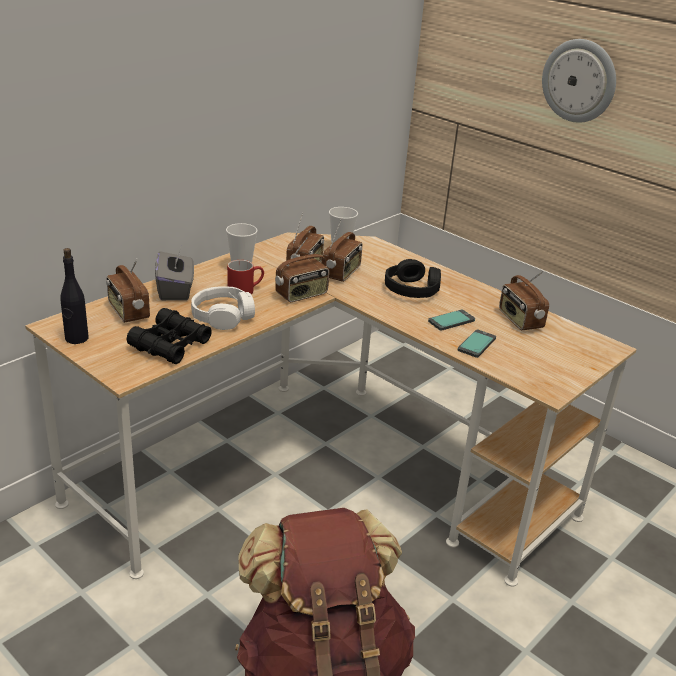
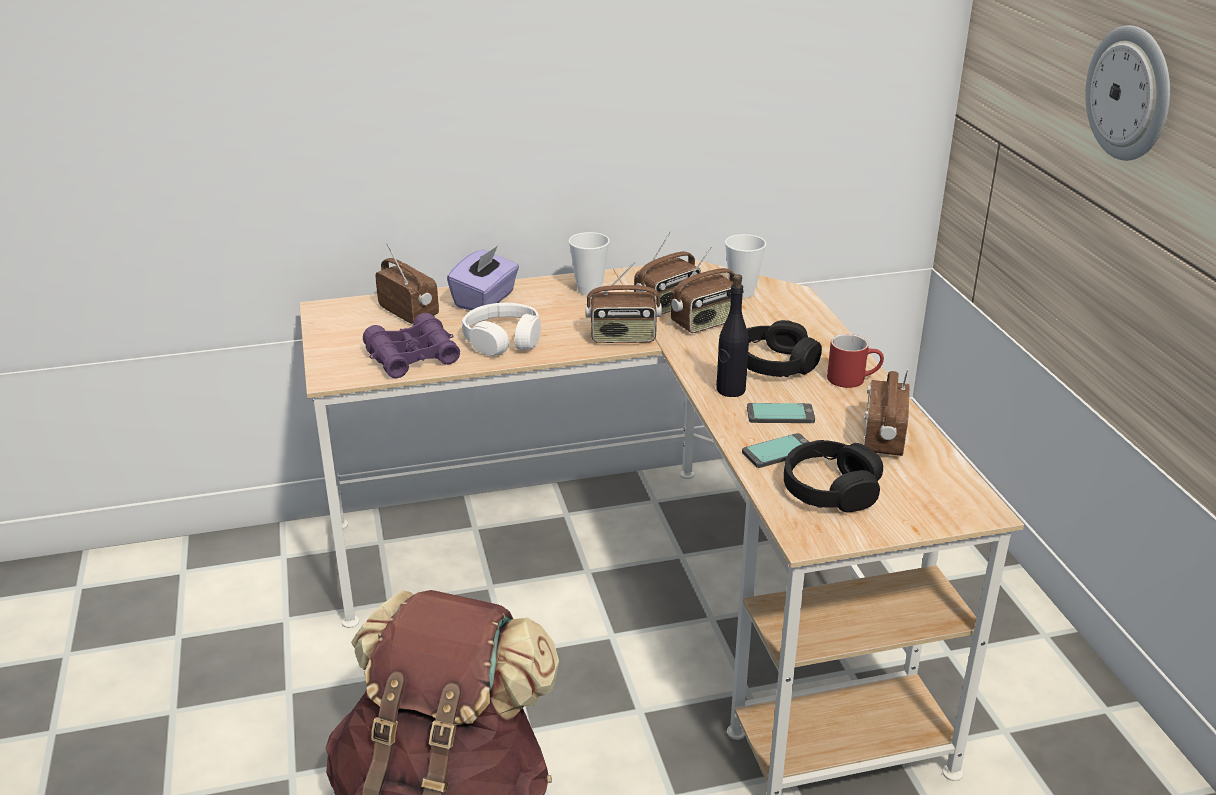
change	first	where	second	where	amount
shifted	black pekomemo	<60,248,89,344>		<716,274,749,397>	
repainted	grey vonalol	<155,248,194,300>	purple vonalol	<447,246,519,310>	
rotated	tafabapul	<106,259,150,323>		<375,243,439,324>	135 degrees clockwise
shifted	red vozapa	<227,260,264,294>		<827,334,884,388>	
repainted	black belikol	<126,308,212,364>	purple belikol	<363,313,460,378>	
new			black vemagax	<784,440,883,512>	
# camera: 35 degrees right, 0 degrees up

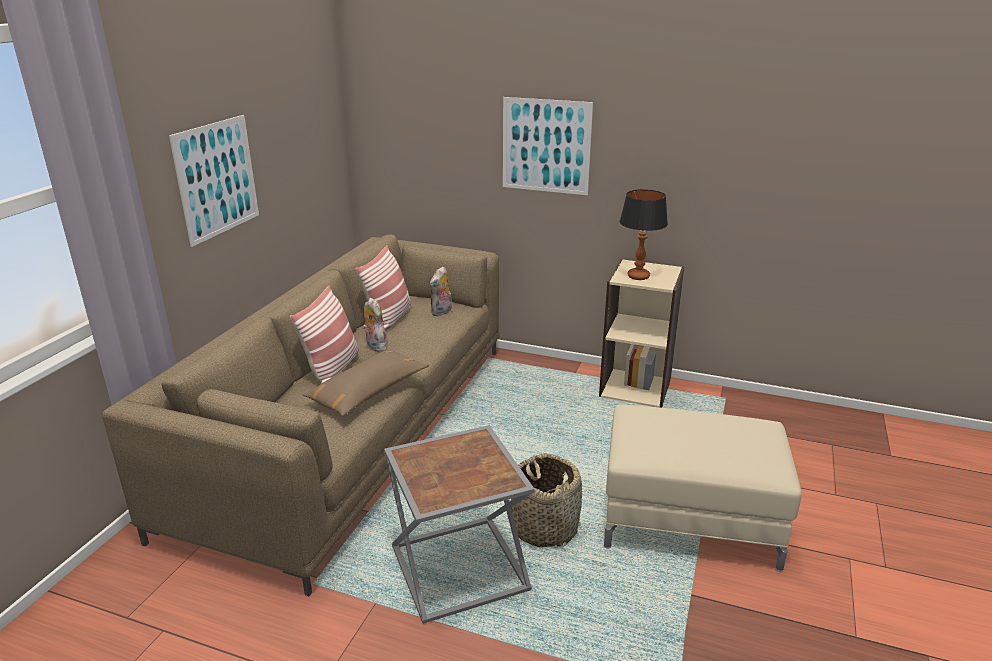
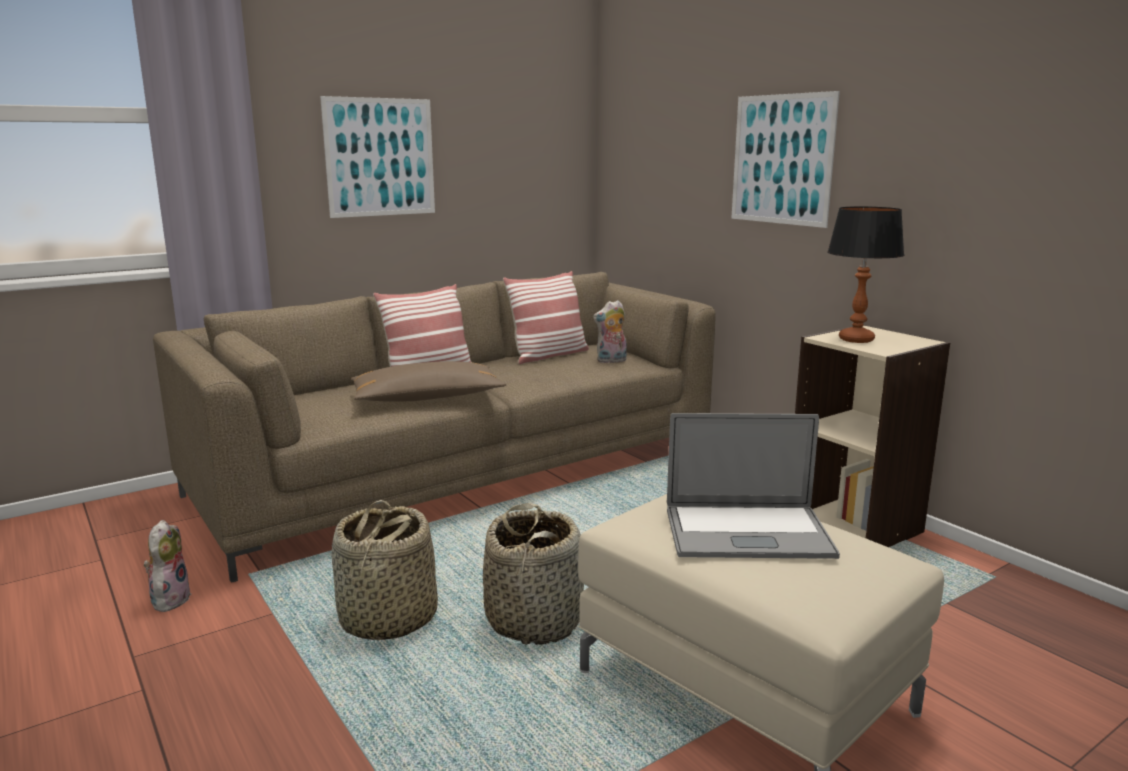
change	first	where	second	where	amount
shifted	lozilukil	<362,298,388,352>		<144,520,192,612>	
swapped	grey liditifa	<384,425,535,624>	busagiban	<332,500,438,640>	
new			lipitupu	<667,413,840,559>	
# camera: 35 degrees right, 10 degrees down

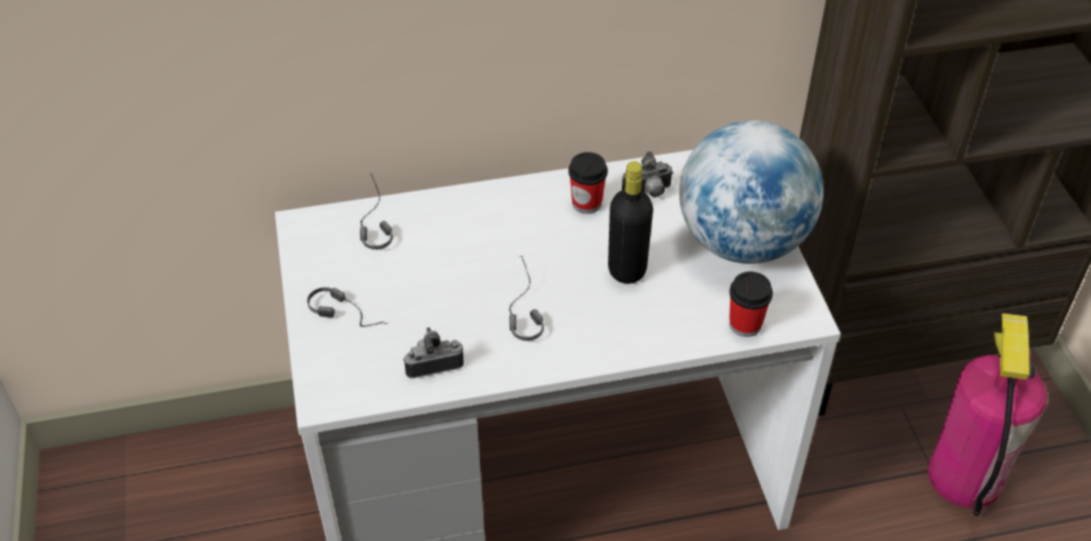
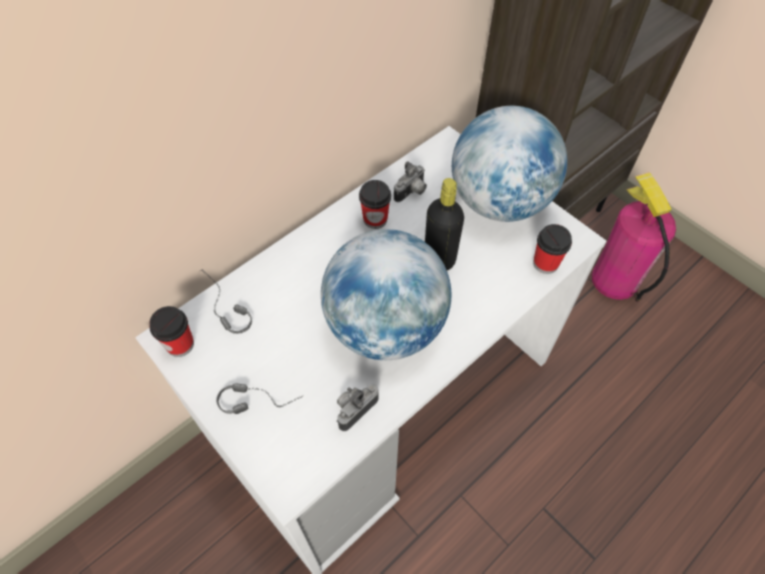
change	first	where	second	where	amount
swapped	vemagax	<509,256,544,341>	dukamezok	<321,229,451,360>	
new			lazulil	<150,306,194,357>	
# camera: 30 degrees left, 10 degrees up

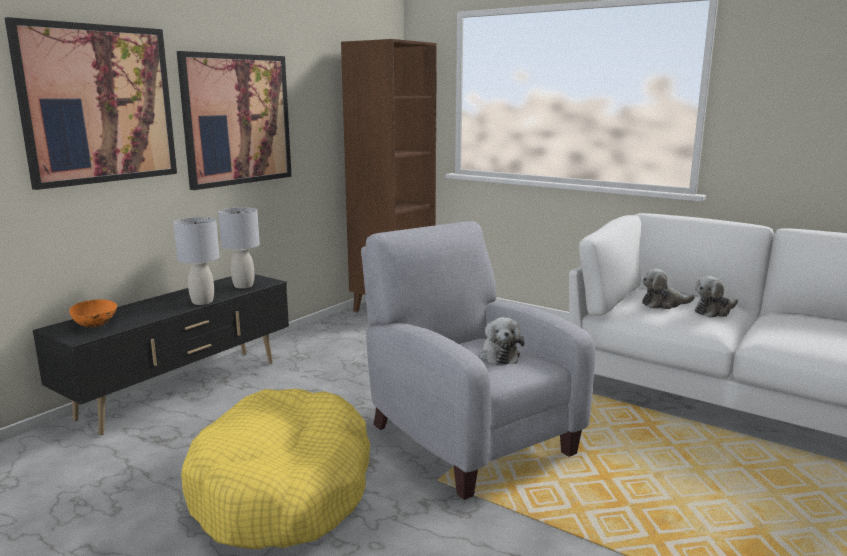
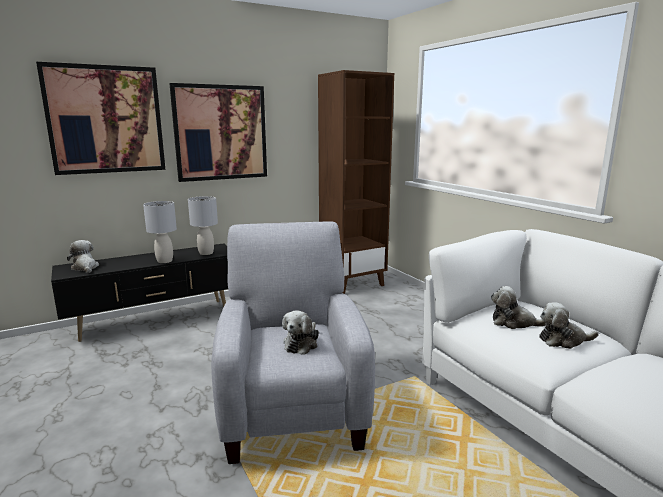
change	first	where	second	where	amount
swapped	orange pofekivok	<69,299,117,327>	lozilukil	<67,240,99,273>	
gone	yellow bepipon	<181,389,370,549>			
# camera: 25 degrees right, 0 degrees up

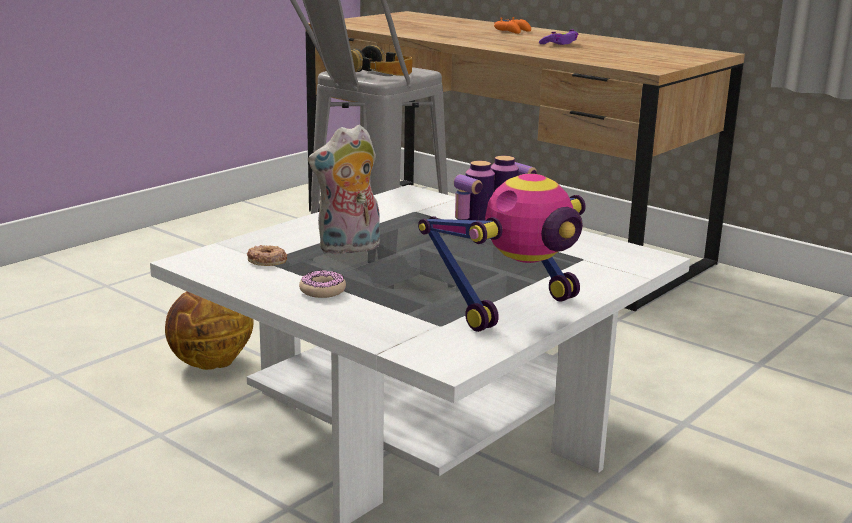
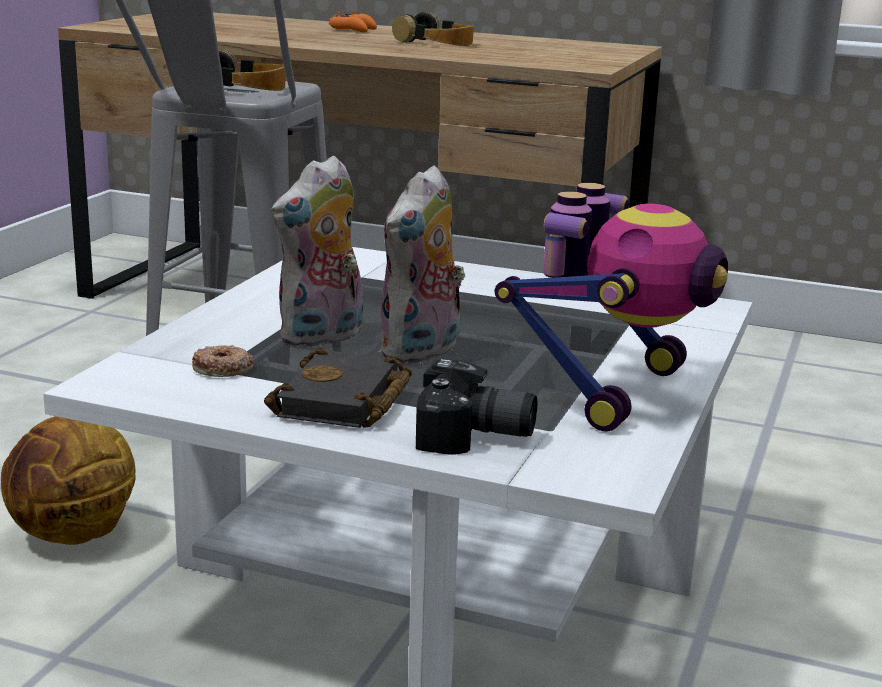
change	first	where	second	where	amount
swapped	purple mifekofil	<539,30,579,45>	vemagax	<392,12,474,46>	
swapped	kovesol	<299,270,346,298>	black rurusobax	<264,347,412,428>	
new			lozilukil	<379,165,465,364>	
new			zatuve	<416,359,537,455>	
# camera: 20 degrees left, 0 degrees up

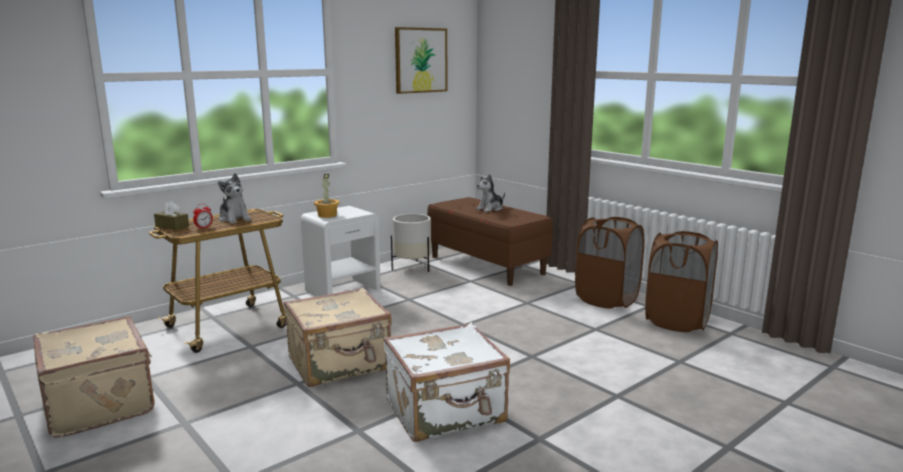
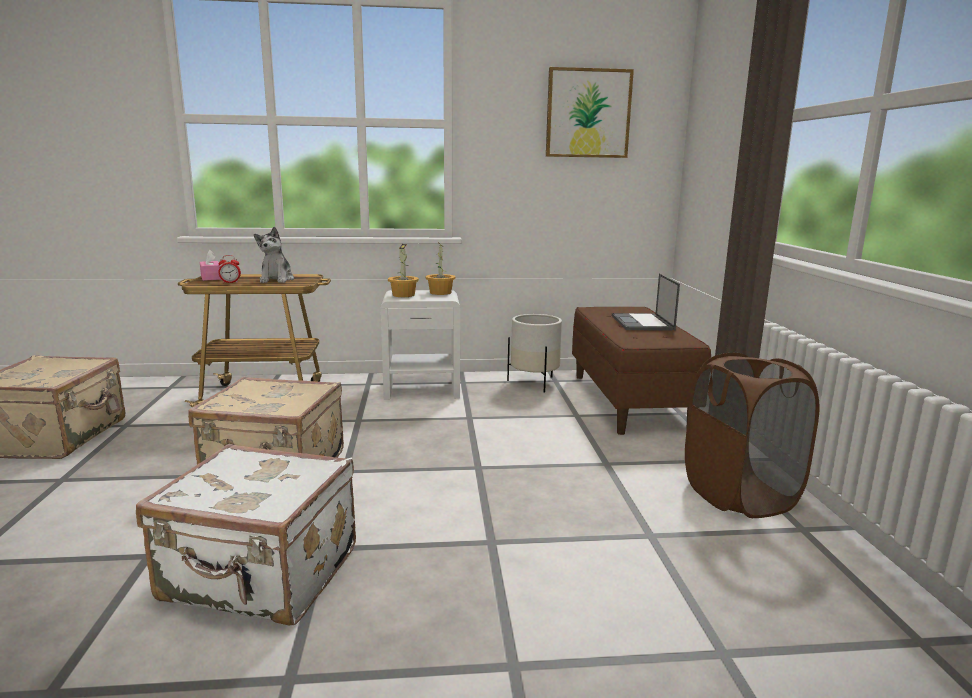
change	first	where	second	where	amount
swapped	lozilukil	<476,174,505,212>	lipitupu	<612,274,680,330>	
repainted	brown vonalol	<154,201,189,230>	pink vonalol	<200,250,222,281>	
gone	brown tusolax	<645,231,718,332>			
new			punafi	<426,243,455,295>	
# camera: 35 degrees right, 0 degrees up

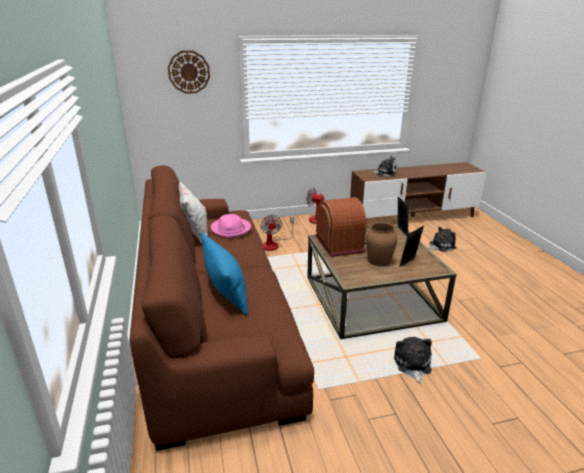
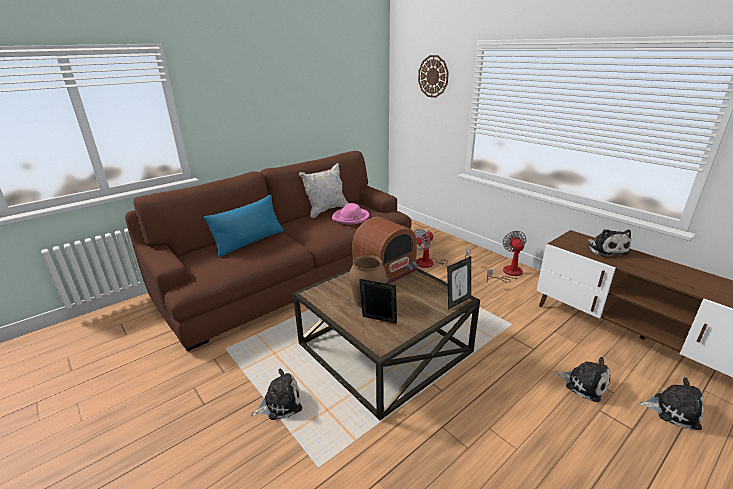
change	first	where	second	where	amount
new			lozilukil	<638,377,704,430>	
# camera: 65 degrees right, 0 degrees up

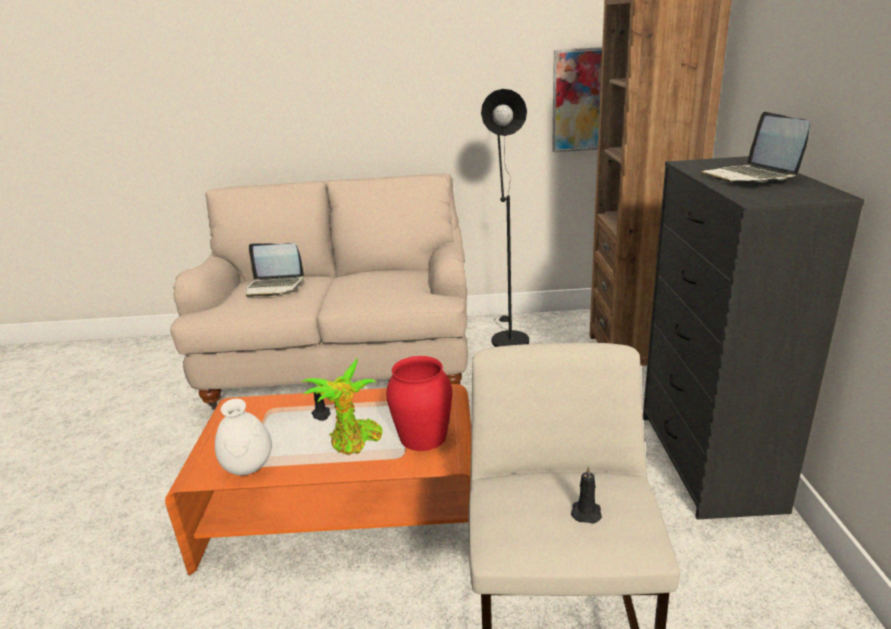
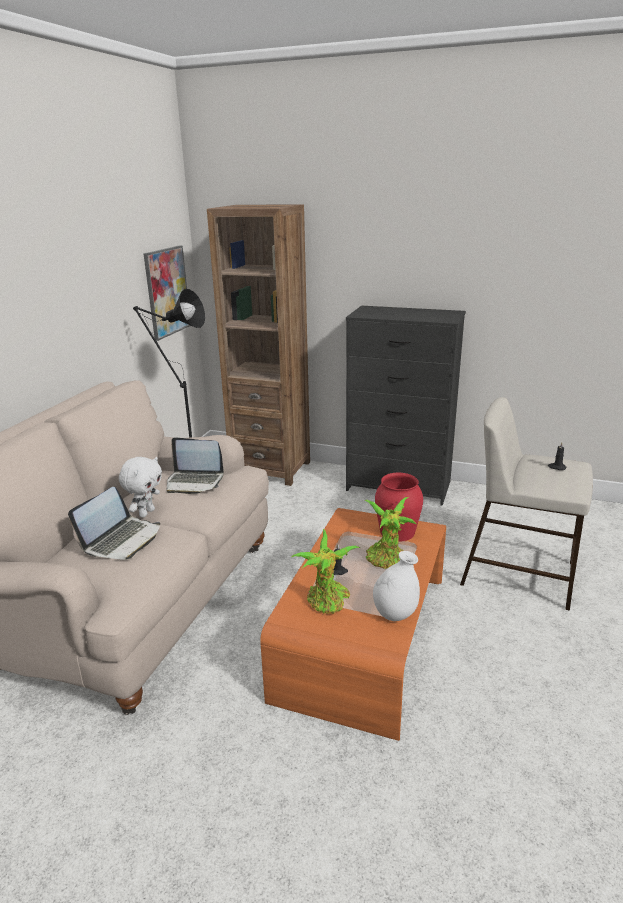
change	first	where	second	where	amount
shifted	lipitupu	<701,112,810,182>		<166,437,224,494>	
new			white lozilukil	<119,457,162,517>	
new			punafi	<292,529,360,614>	
# camera: 70 degrees left, 0 degrees up

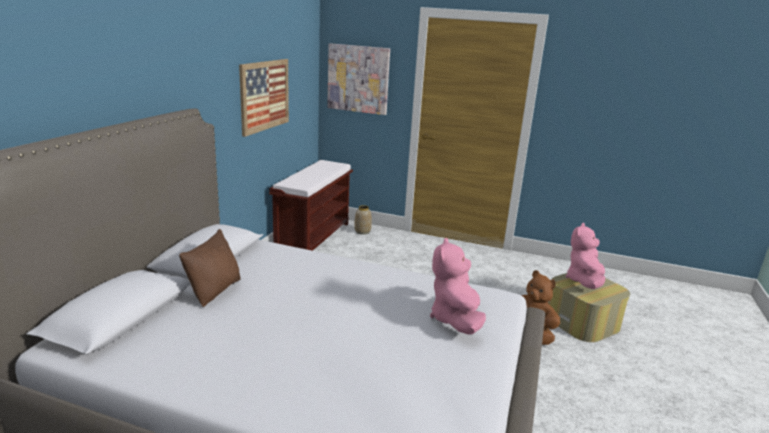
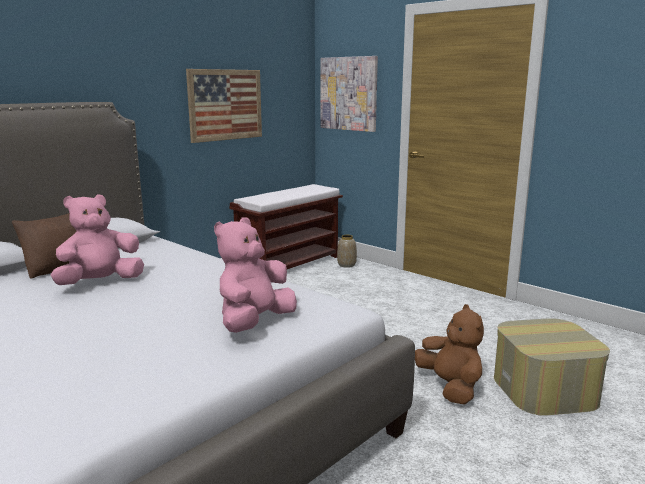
change	first	where	second	where	amount
shifted	pink lozilukil	<566,223,605,289>		<51,194,144,285>	
# camera: 25 degrees right, 5 degrees down

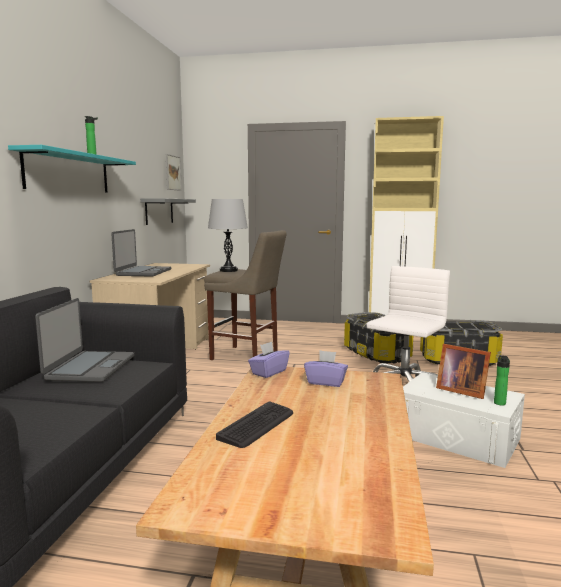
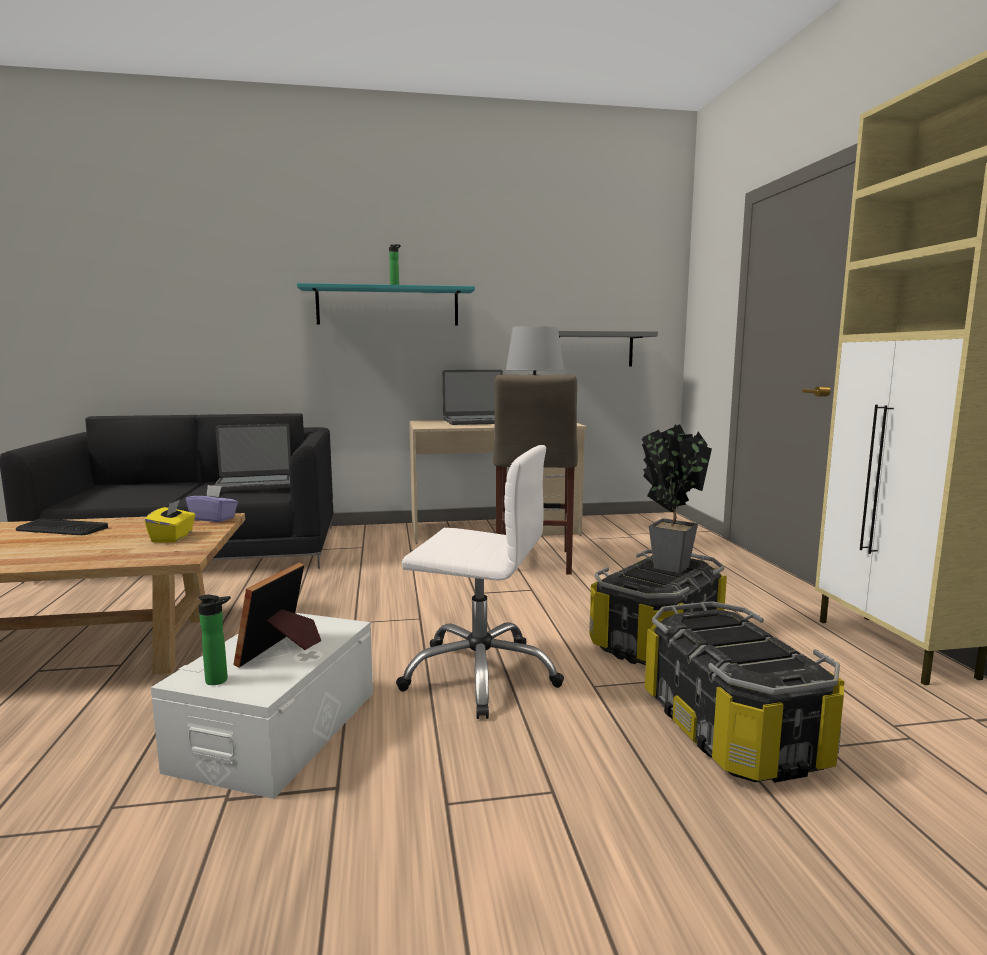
change	first	where	second	where	amount
gone	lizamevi	<166,154,182,191>			
repainted	purple vonalol	<304,350,348,387>	yellow vonalol	<145,499,195,543>	
new			punafi	<642,424,712,573>	
# camera: 70 degrees right, 0 degrees up

